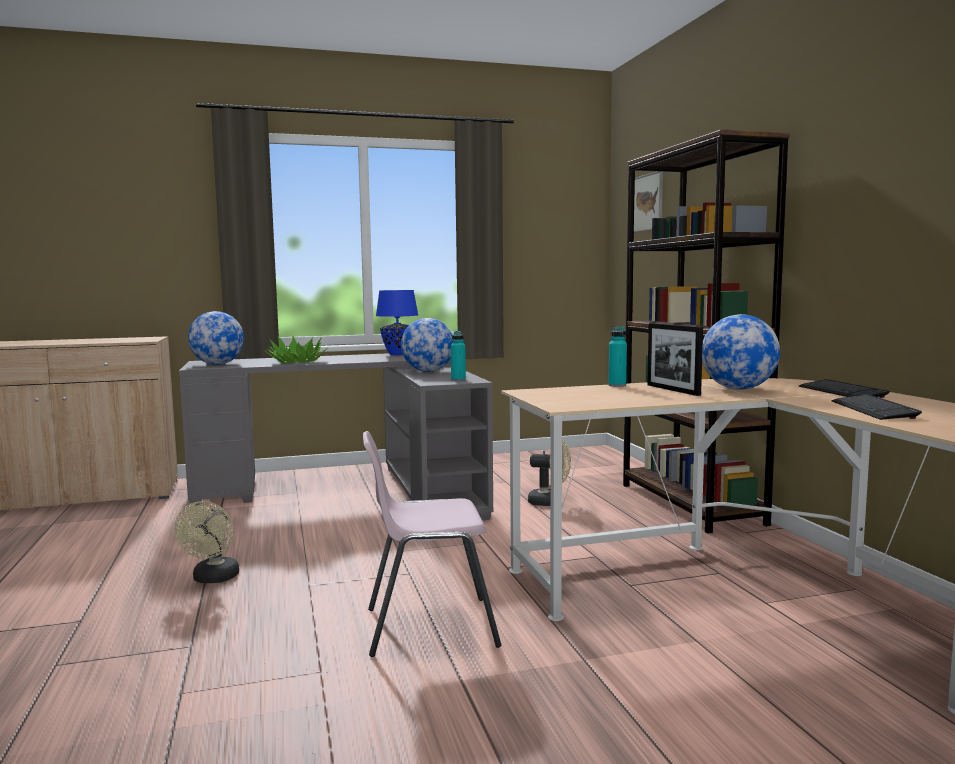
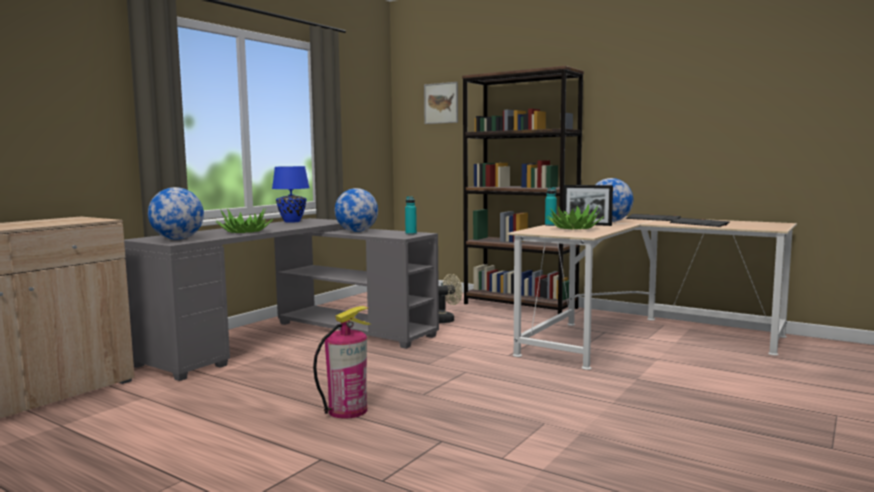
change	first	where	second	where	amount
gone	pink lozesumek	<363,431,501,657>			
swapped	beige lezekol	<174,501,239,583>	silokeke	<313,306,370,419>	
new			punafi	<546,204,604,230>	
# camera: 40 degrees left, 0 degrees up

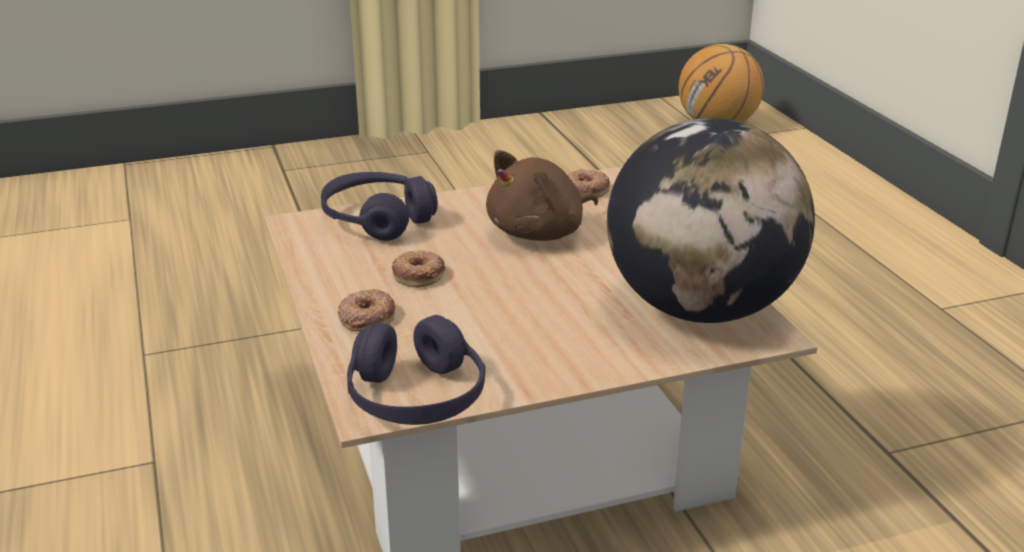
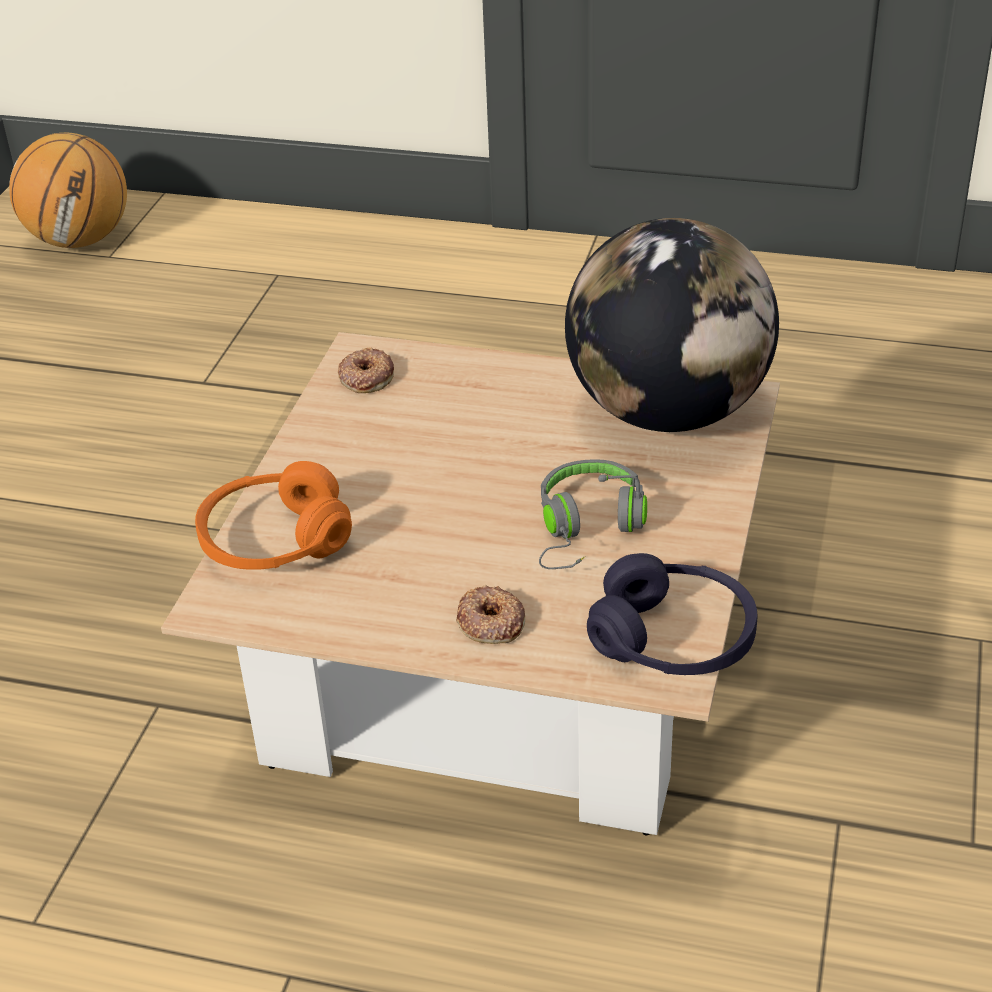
change	first	where	second	where	amount
gone	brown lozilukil	<486,150,598,241>			
repainted	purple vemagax	<321,172,438,241>	orange vemagax	<195,461,352,570>	
gone	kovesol	<392,250,446,288>			
new			grey vemagax	<539,459,647,569>	
# camera: 55 degrees left, 10 degrees up

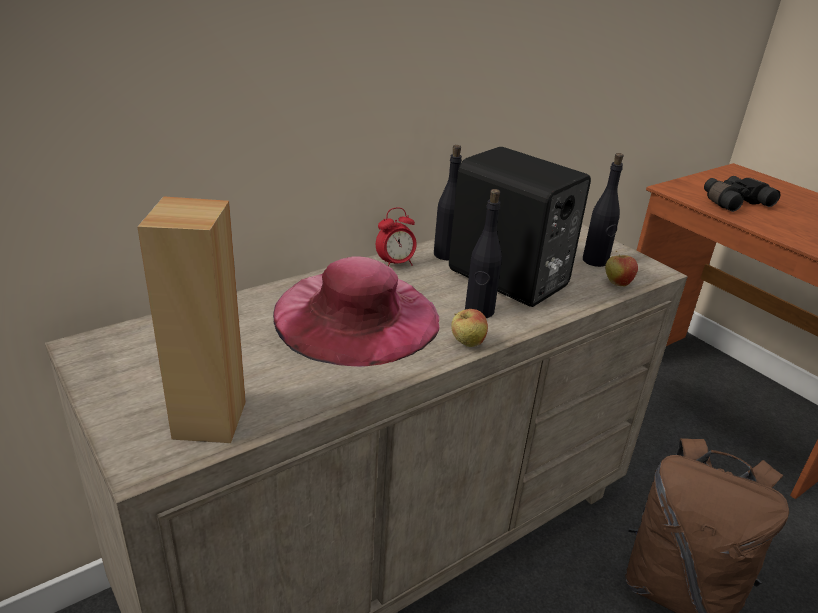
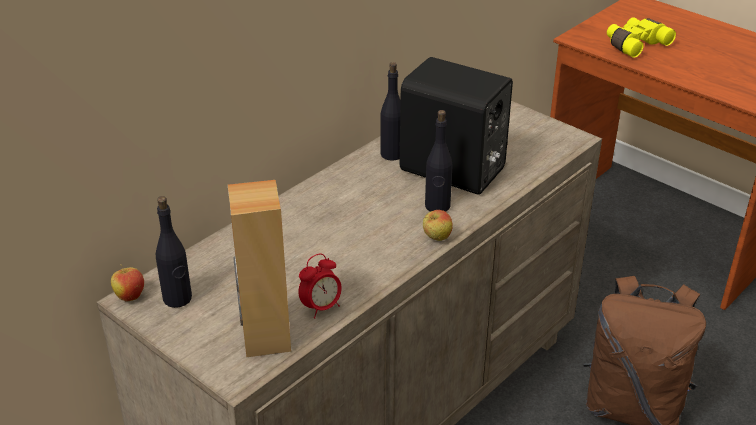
change	first	where	second	where	amount
shifted	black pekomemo	<583,153,624,267>		<156,196,192,308>	
repainted	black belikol	<704,176,780,212>	yellow belikol	<607,17,676,58>	
shifted	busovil	<376,207,417,266>		<298,254,342,319>	
shifted	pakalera	<605,251,638,286>		<111,264,144,302>	
gone	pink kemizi	<273,256,439,367>			
# camera: 10 degrees left, 5 degrees up

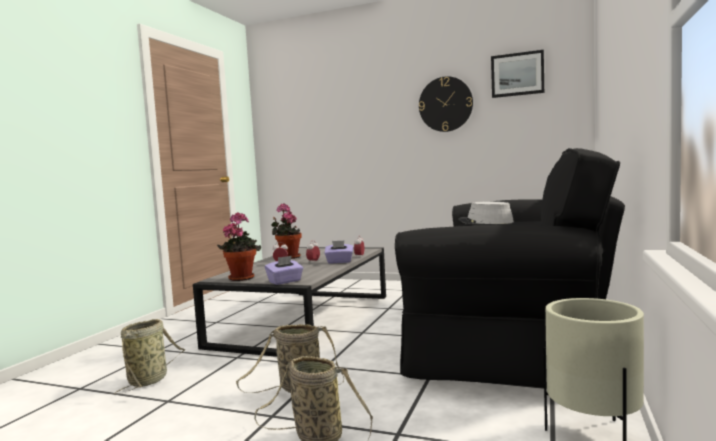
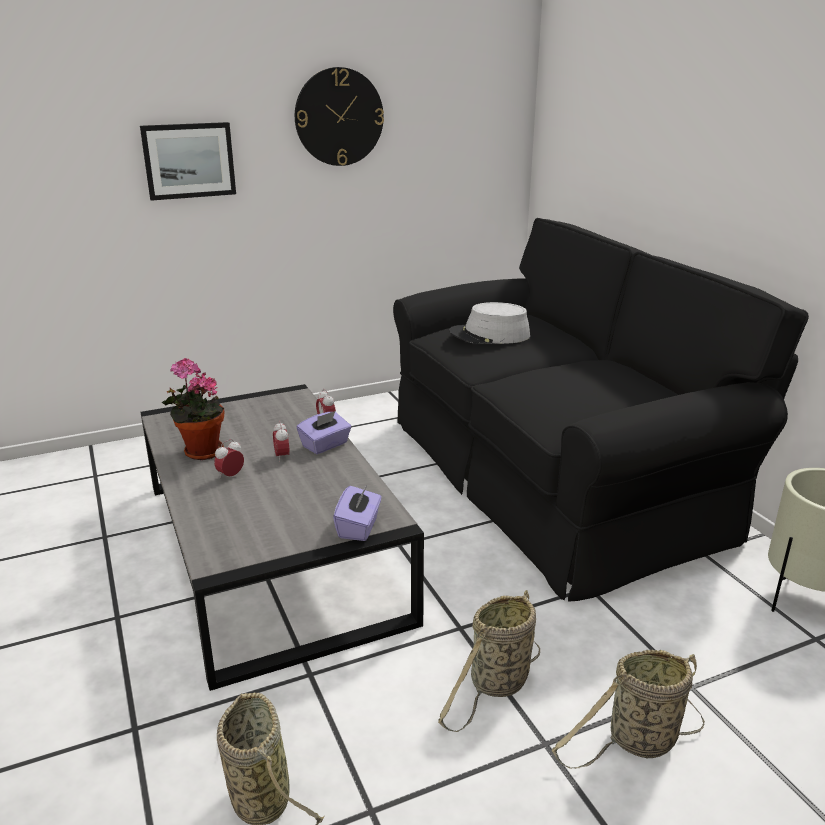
change	first	where	second	where	amount
shifted	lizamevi	<491,50,544,98>		<140,122,236,201>	
gone	punafi	<217,212,261,281>			
# camera: 45 degrees left, 20 degrees up

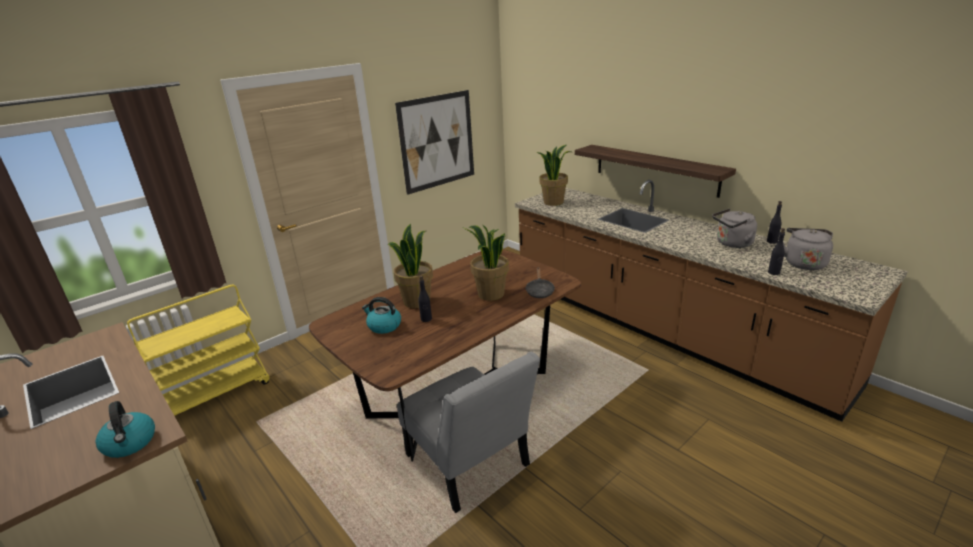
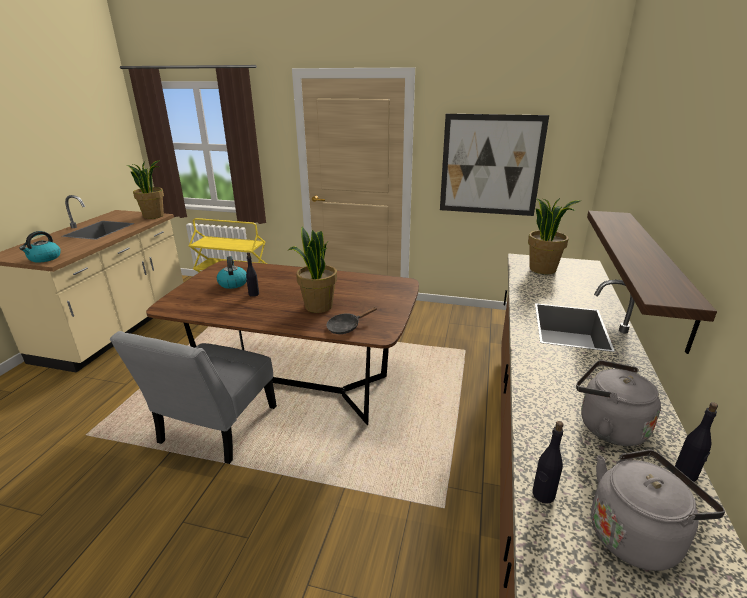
change	first	where	second	where	amount
shifted	punafi	<387,224,433,308>		<126,160,164,219>	
# camera: 55 degrees right, 0 degrees up

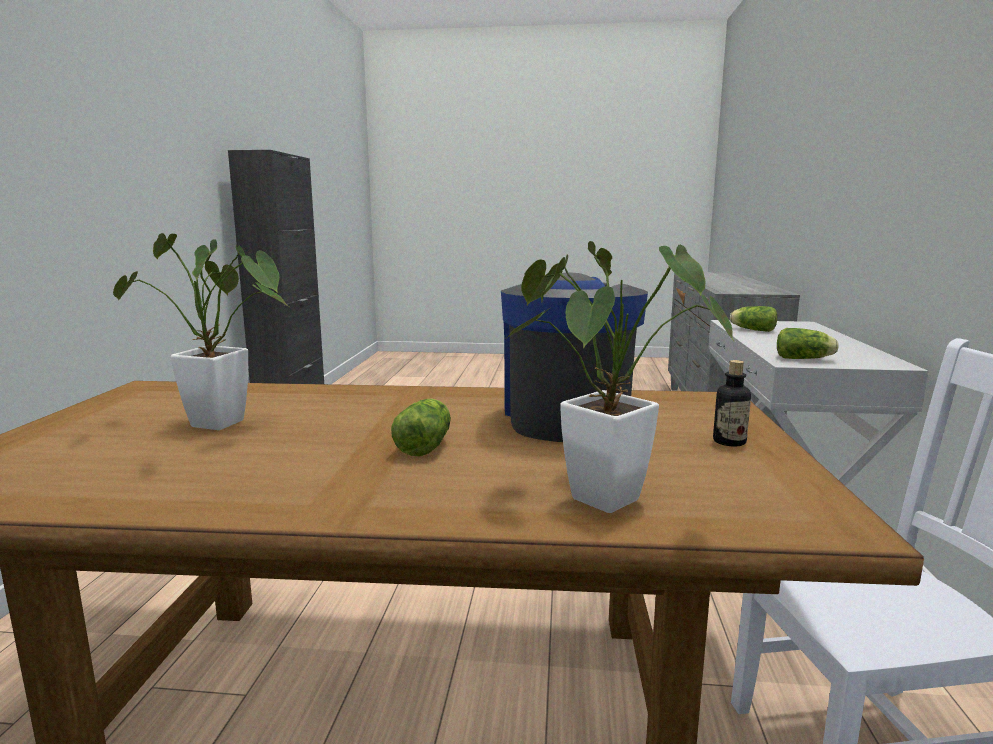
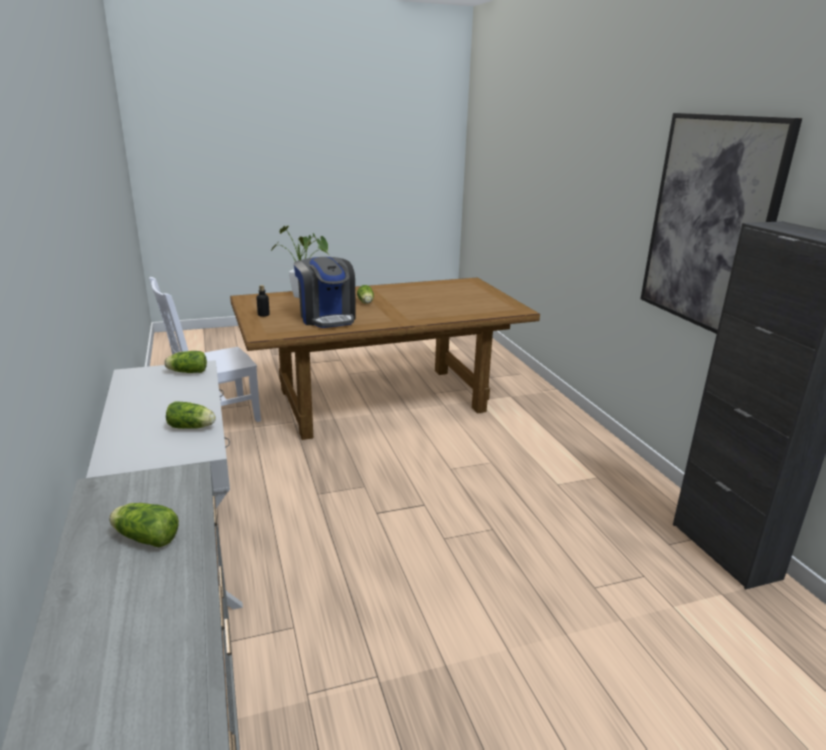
change	first	where	second	where	amount
gone	punafi	<113,233,289,430>			
new			lizamevi	<640,113,802,334>	
new			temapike	<109,503,179,547>	
# camera: 155 degrees right, 10 degrees up

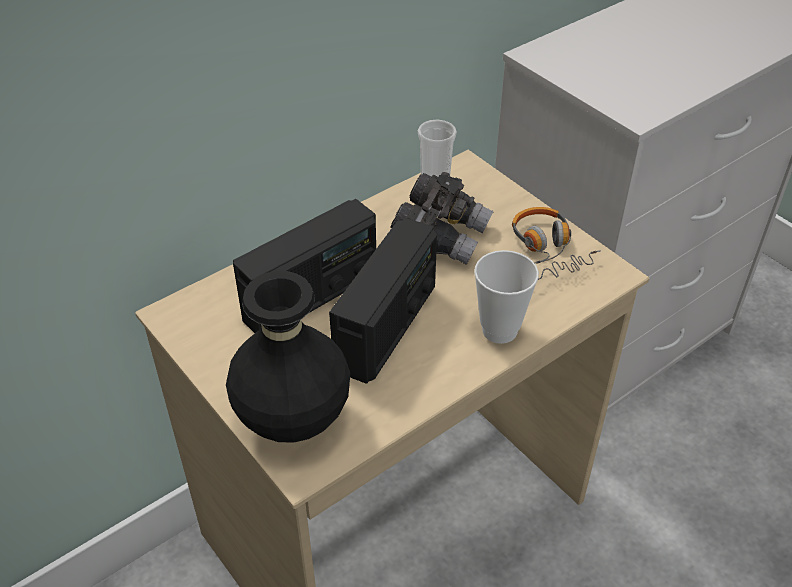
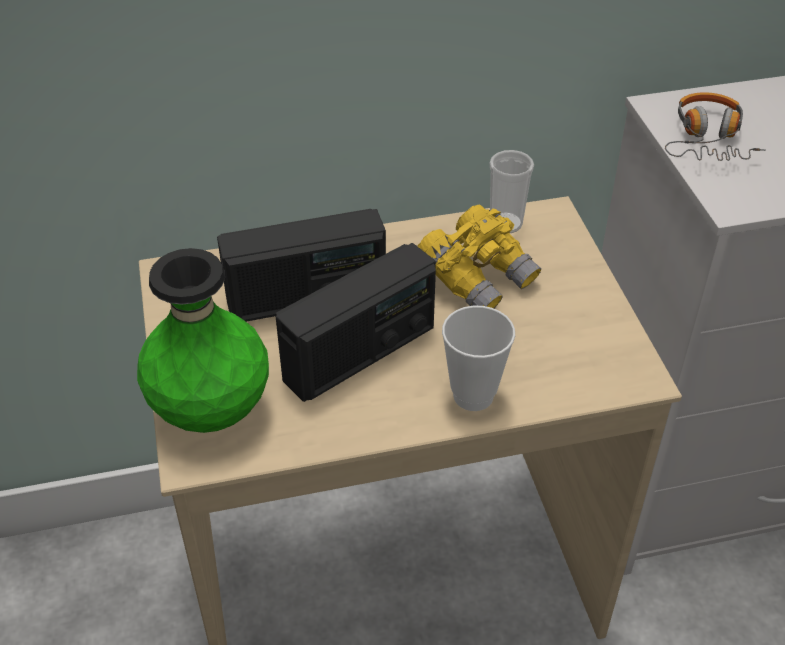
change	first	where	second	where	amount
repainted	grey belikol	<391,172,494,265>	yellow belikol	<418,205,541,308>	
shifted	vemagax	<512,207,601,280>		<665,92,766,161>	
repainted	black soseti	<226,271,350,443>	green soseti	<137,248,269,433>	
# camera: 25 degrees right, 0 degrees up

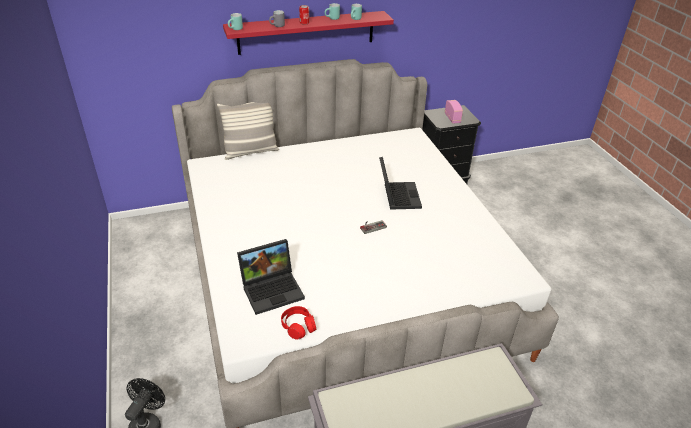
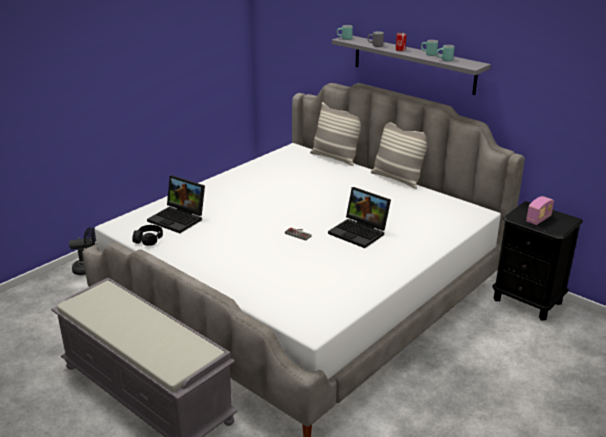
change	first	where	second	where	amount
repainted	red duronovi	<223,11,394,55>	grey duronovi	<332,36,491,95>	
rotated	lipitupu	<379,157,422,210>		<328,187,391,248>	75 degrees clockwise
repainted	red vemagax	<281,306,316,340>	black vemagax	<132,225,163,246>	
new			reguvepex	<371,122,427,189>	
# camera: 60 degrees right, 10 degrees down

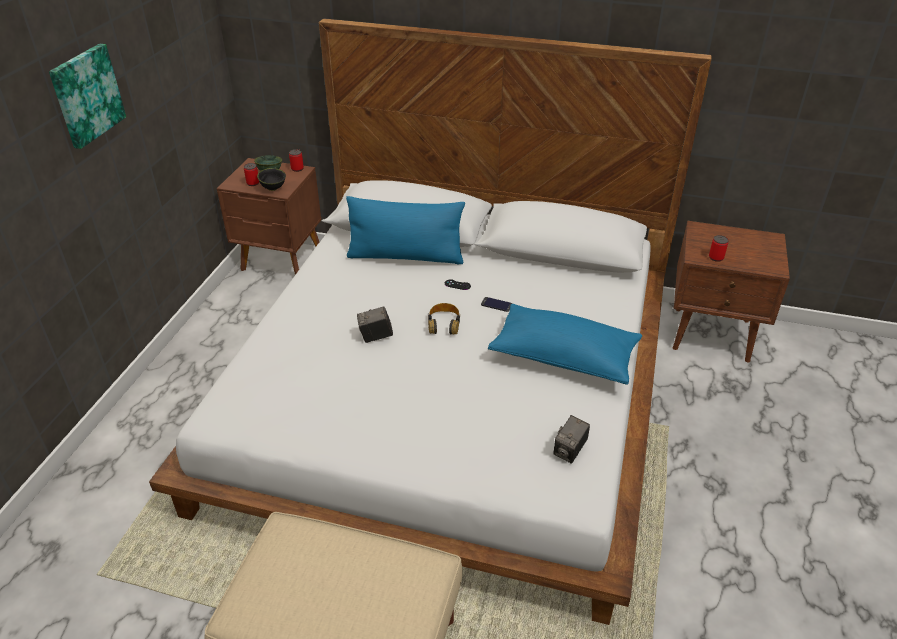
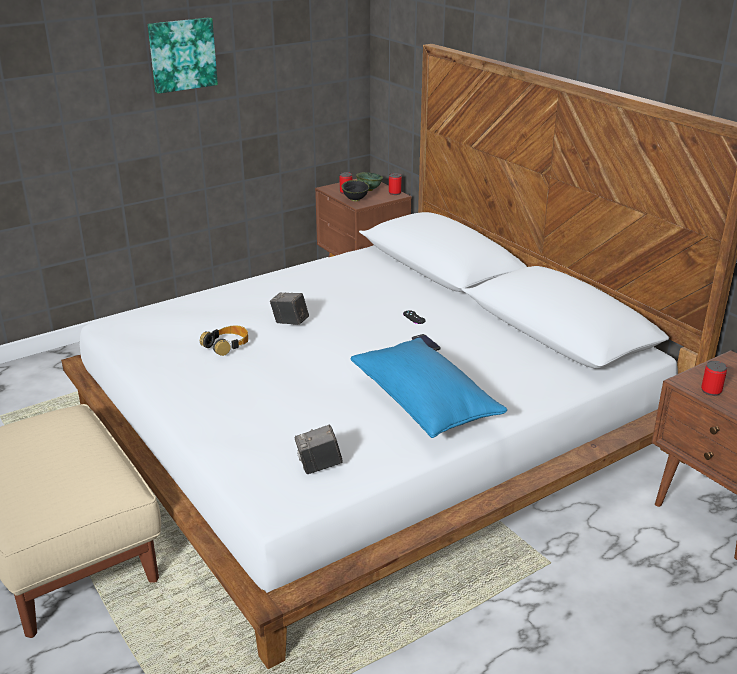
change	first	where	second	where	amount
gone	blue reguvepex	<346,196,465,264>			
shifted	vemagax	<428,303,460,334>		<200,325,248,356>	
# camera: 40 degrees right, 10 degrees down

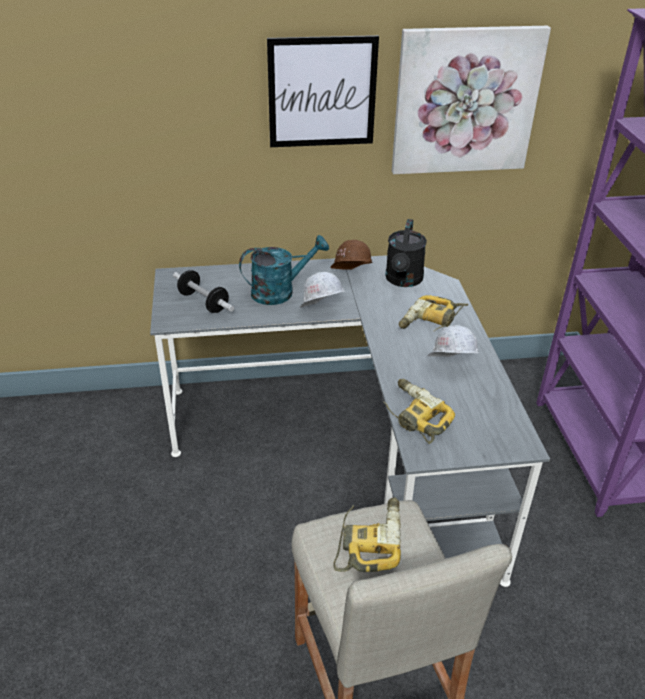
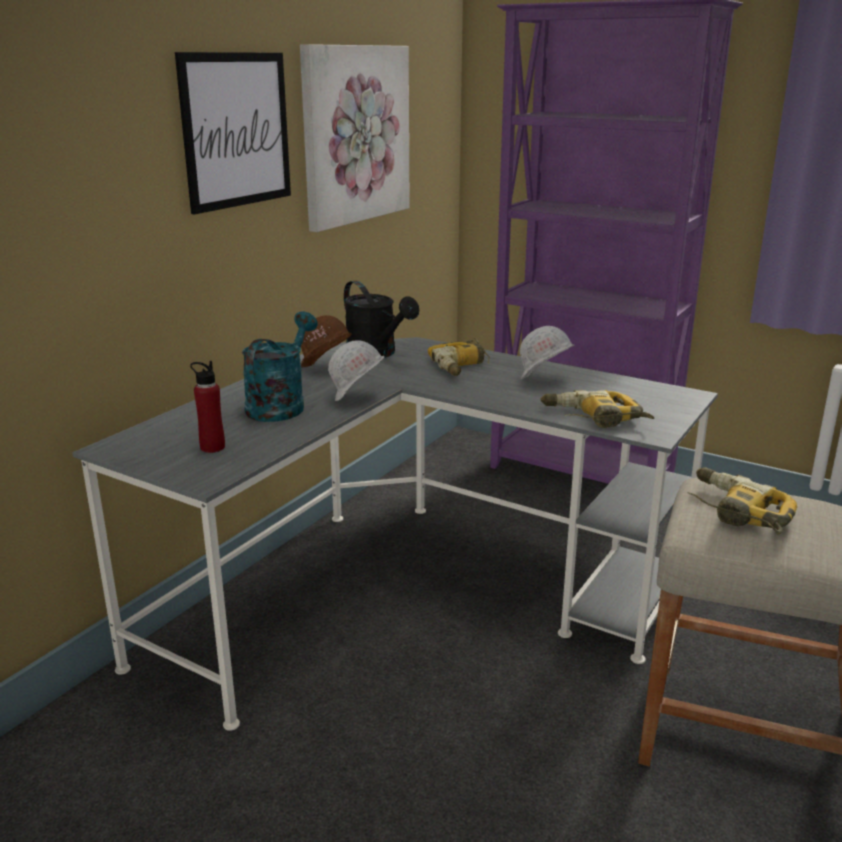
change	first	where	second	where	amount
swapped	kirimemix	<173,270,234,313>	red pekomemo	<190,361,225,453>	
# camera: 50 degrees left, 15 degrees down

